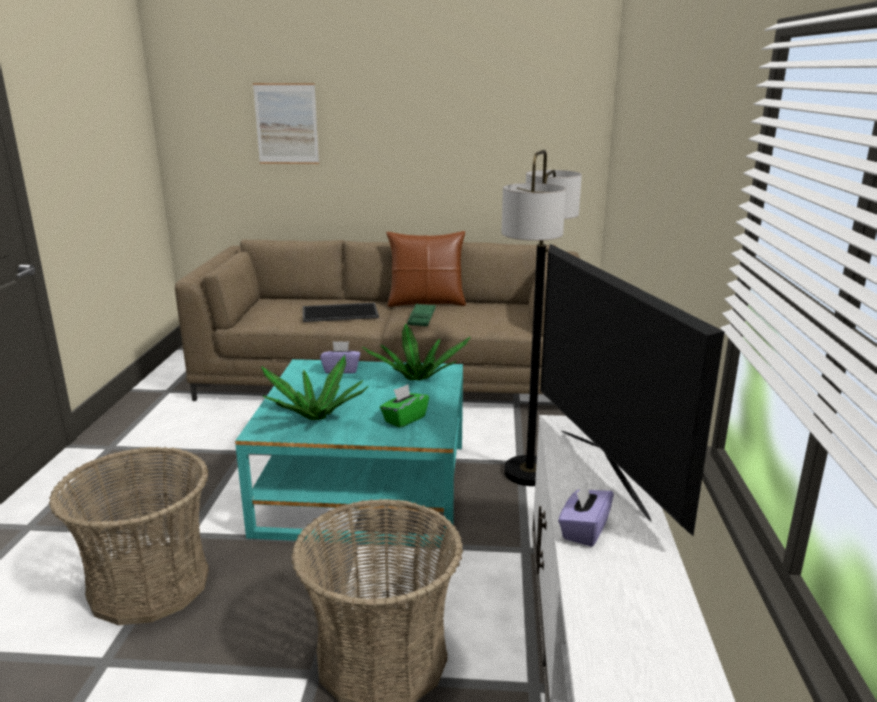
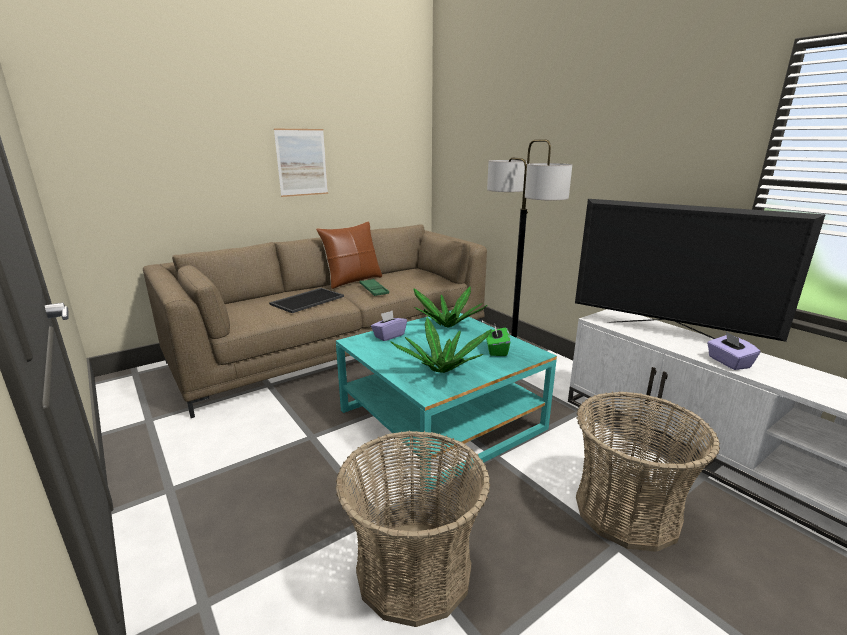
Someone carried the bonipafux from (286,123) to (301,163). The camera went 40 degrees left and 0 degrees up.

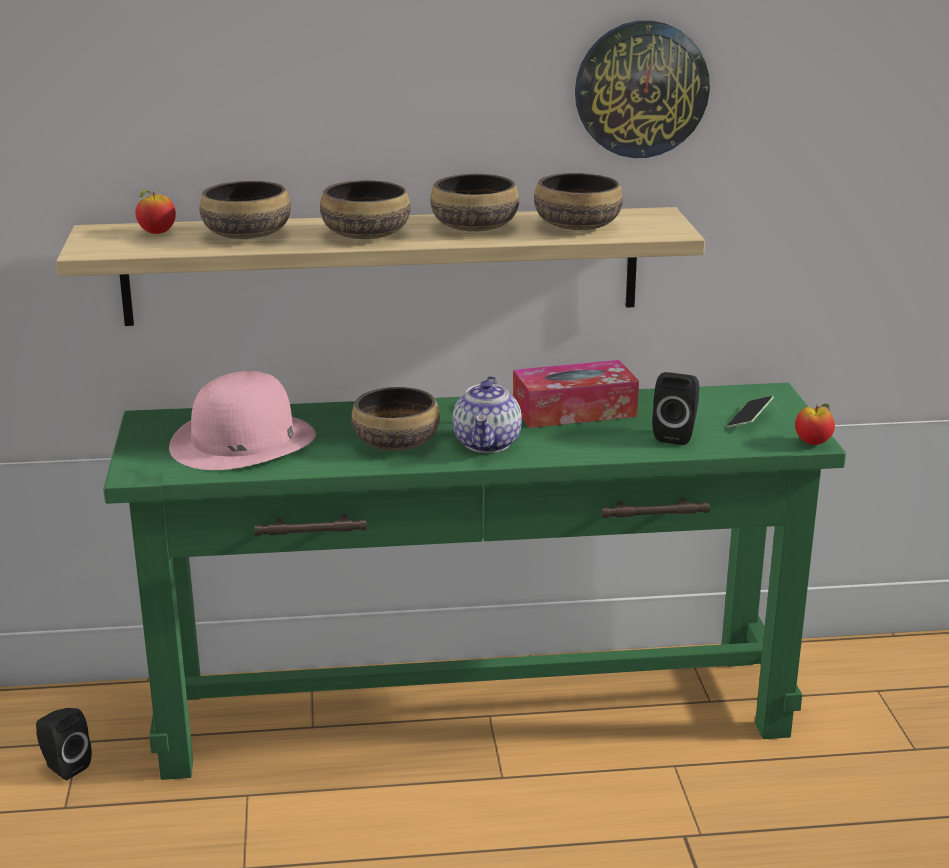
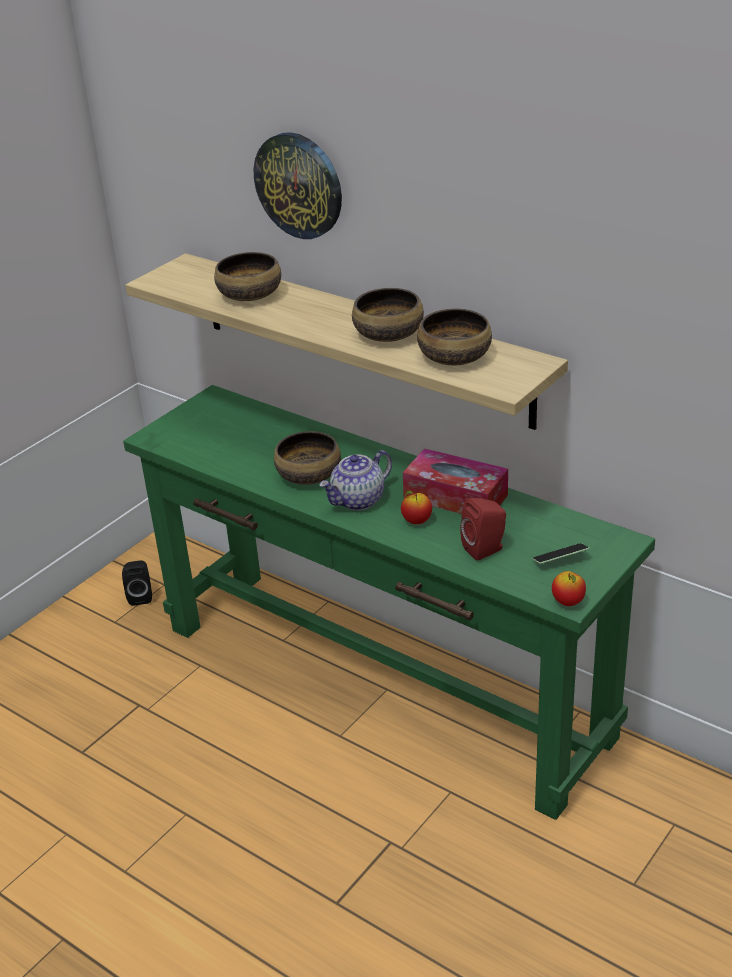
Someone carried the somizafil from (642,89) to (298,185). Someone took away the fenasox at (365,209). Someone carried the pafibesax from (155,211) to (416,507). Someone took away the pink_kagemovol at (242,420). Someone repainted the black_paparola at (675,408), which became the red_paparola at (483,529). The camera went 45 degrees right and 10 degrees up.

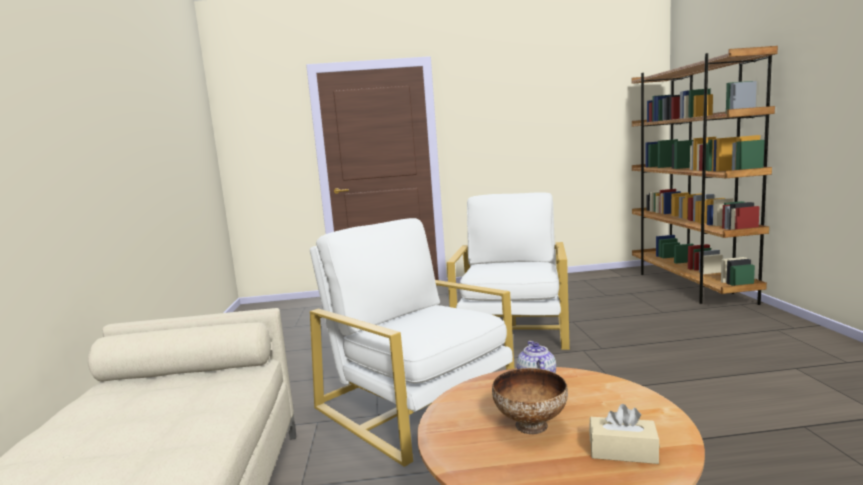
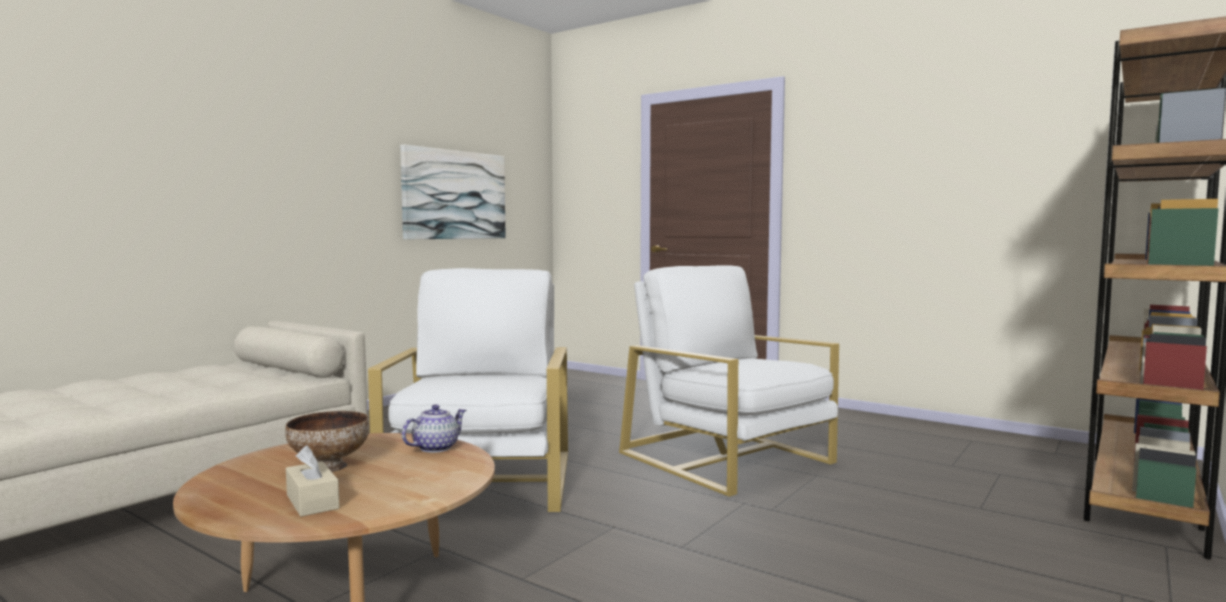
Someone rotated the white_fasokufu at (508,271) by 90 degrees counterclockwise. Someone put up the bonipafux at (453,192). The camera went 40 degrees right and 5 degrees down.

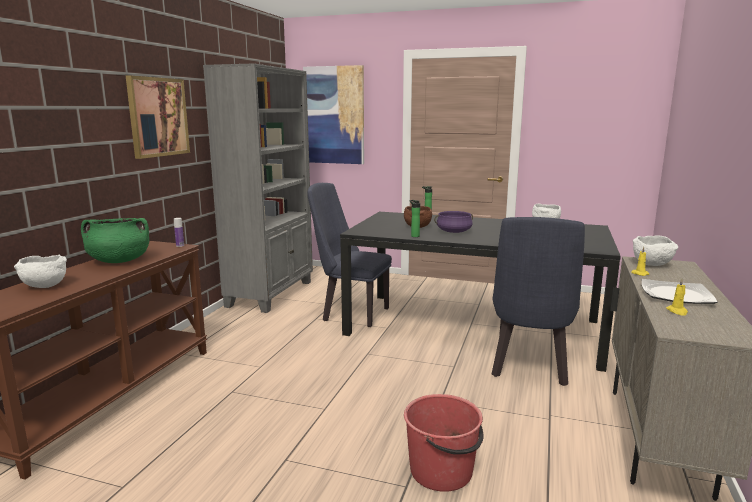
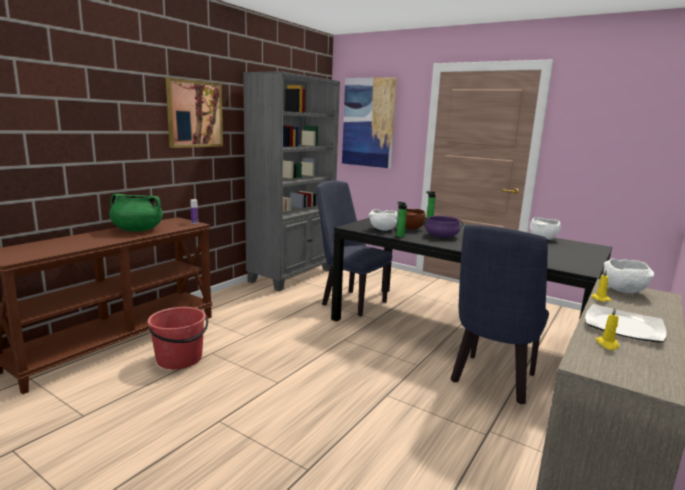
Someone carried the white_fenasox from (40,271) to (383,220). Someone carried the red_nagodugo from (443,443) to (177,338). The camera went 15 degrees right and 0 degrees up.

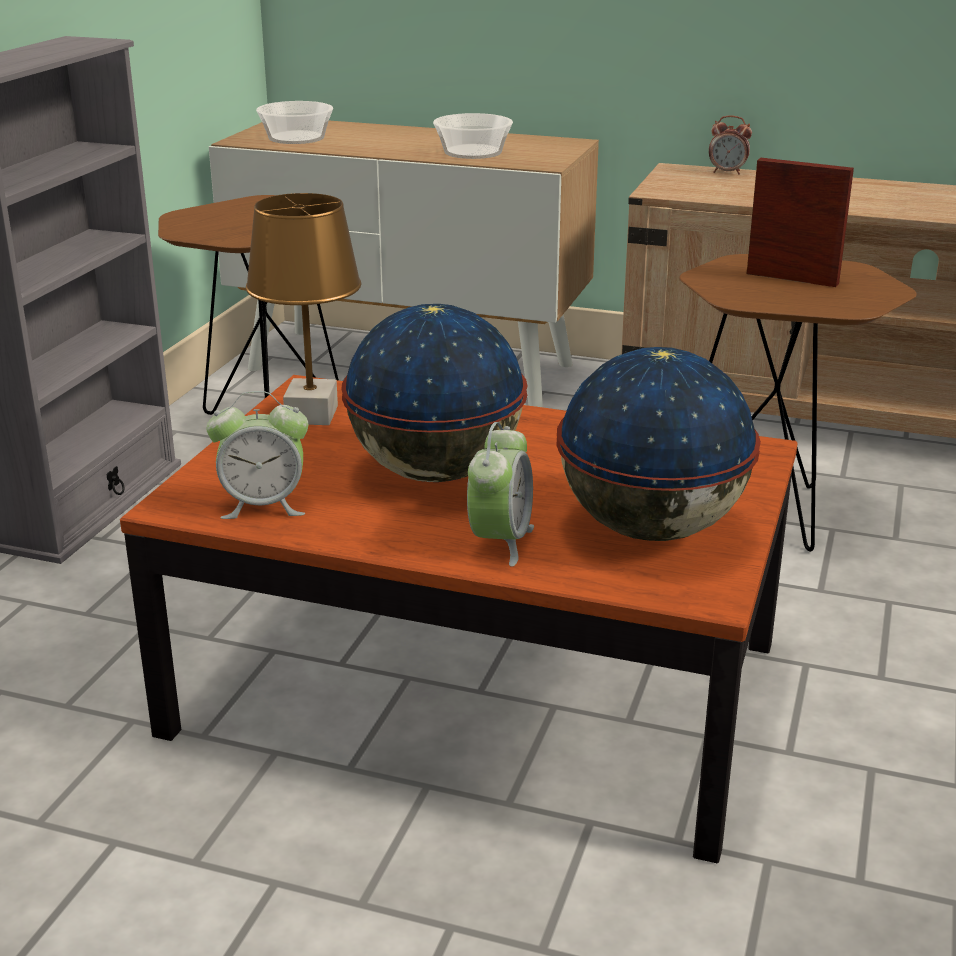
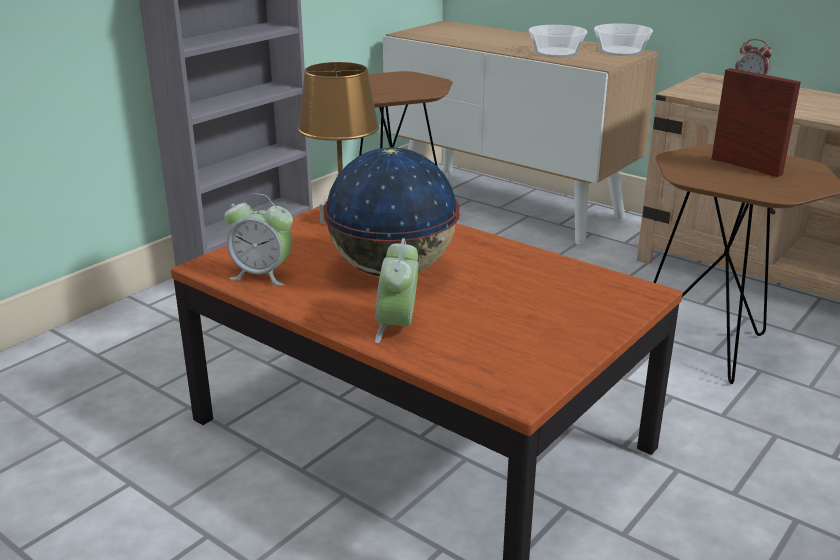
Someone carried the fenasox from (294,122) to (623,39). Someone took away the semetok at (658,444). Someone rotated the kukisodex at (500,494) by 150 degrees clockwise. The camera went 20 degrees right and 0 degrees up.

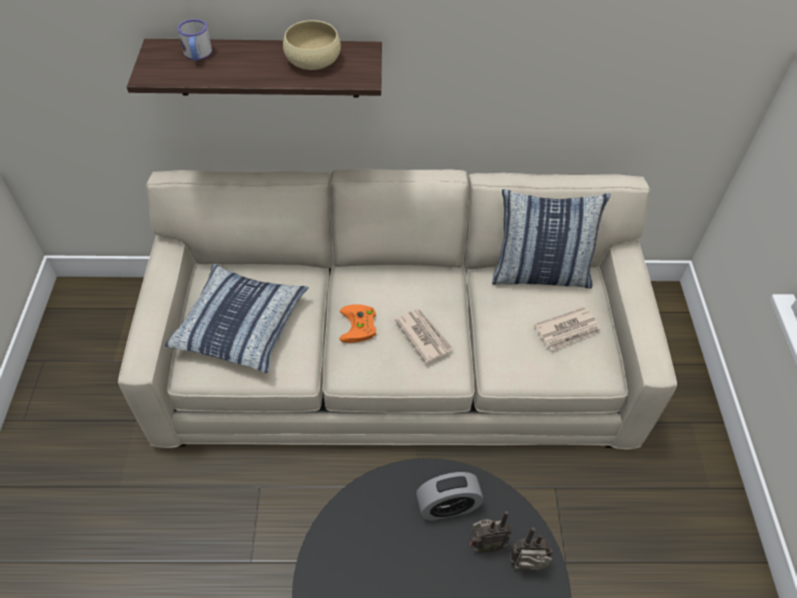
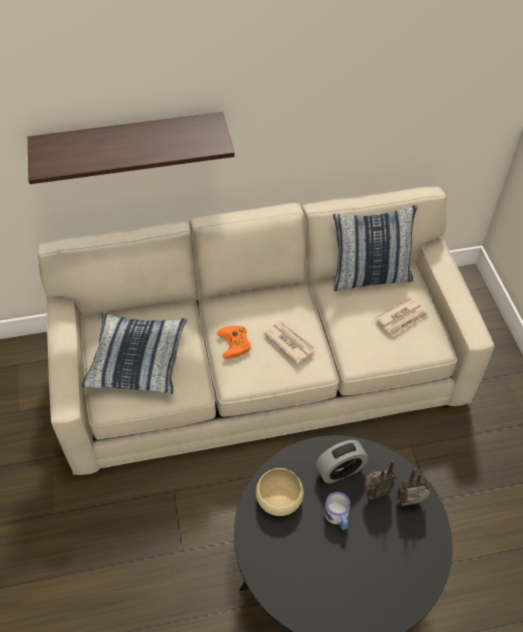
Someone carried the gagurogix from (195,40) to (337,511). Someone carried the beige_fenasox from (312,45) to (280,492). The camera went 10 degrees left and 0 degrees up.

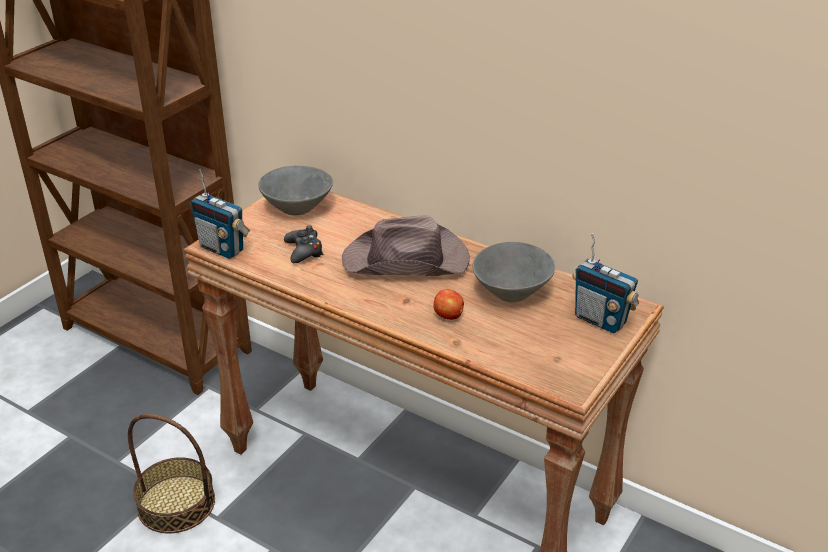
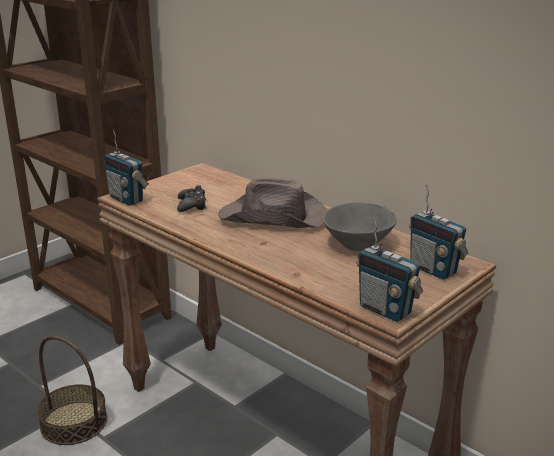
Someone took away the grey_fenasox at (295,190). Someone took away the pafibesax at (448,304). Someone put down the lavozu at (390,269). The camera went 10 degrees right and 10 degrees down.

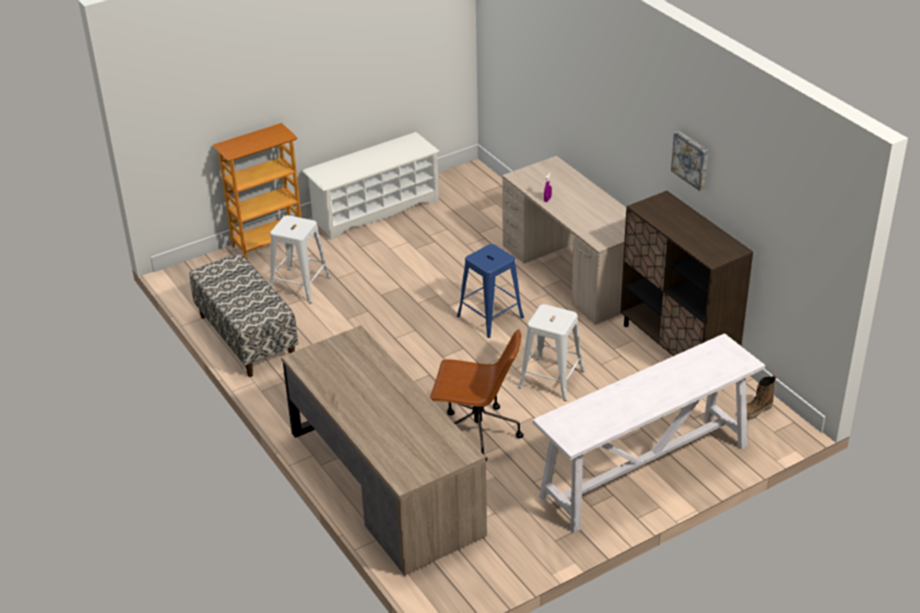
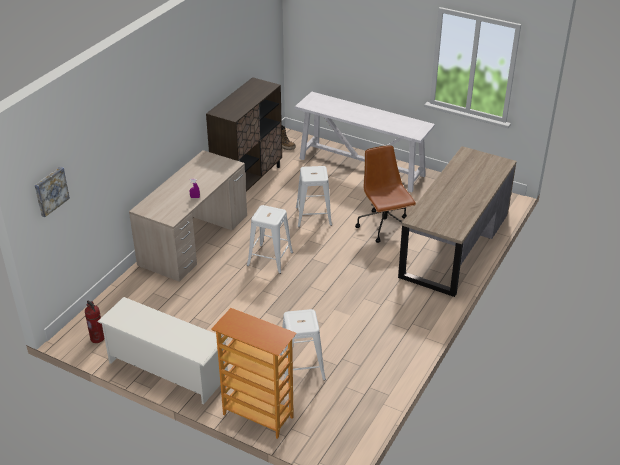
Someone carried the bonipafux from (689,161) to (52,192). Someone repainted the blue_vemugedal at (490,291), which became the white_vemugedal at (270,239). Someone took away the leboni at (244,315). Someone put down the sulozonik at (94,321). The camera went 120 degrees left and 0 degrees up.

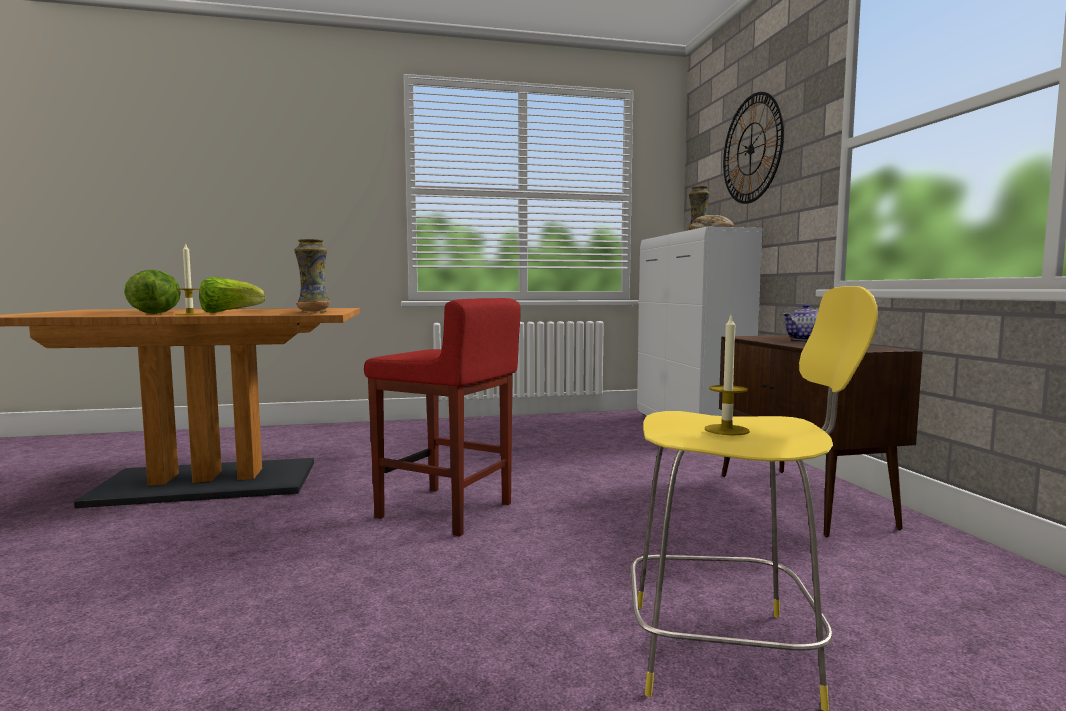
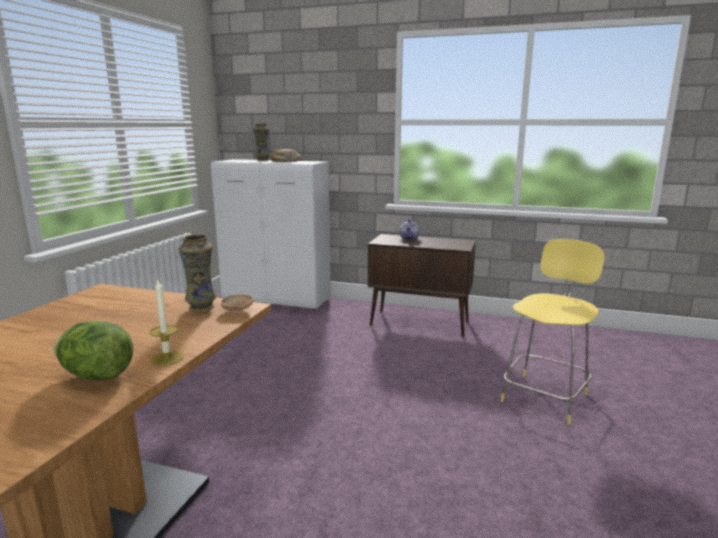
Someone took away the somizafil at (753,148). Someone took away the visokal at (232,295). Someone took away the red_vemugedal at (442,417). Someone took away the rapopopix at (727,375). The camera went 60 degrees left and 10 degrees up.

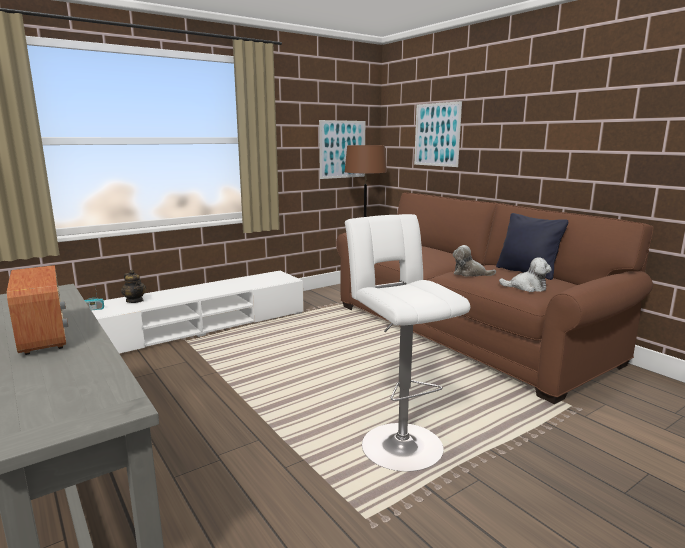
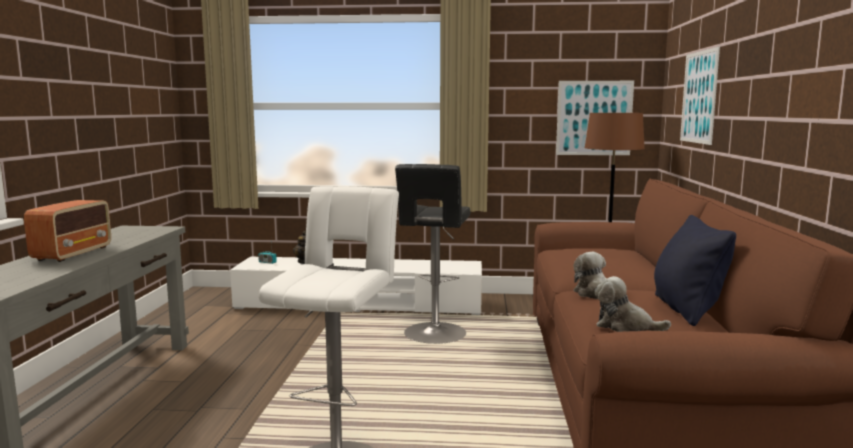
Someone rotated the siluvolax at (525,274) by 150 degrees clockwise. Someone put down the black_vemugedal at (433,254). The camera went 40 degrees right and 5 degrees down.

